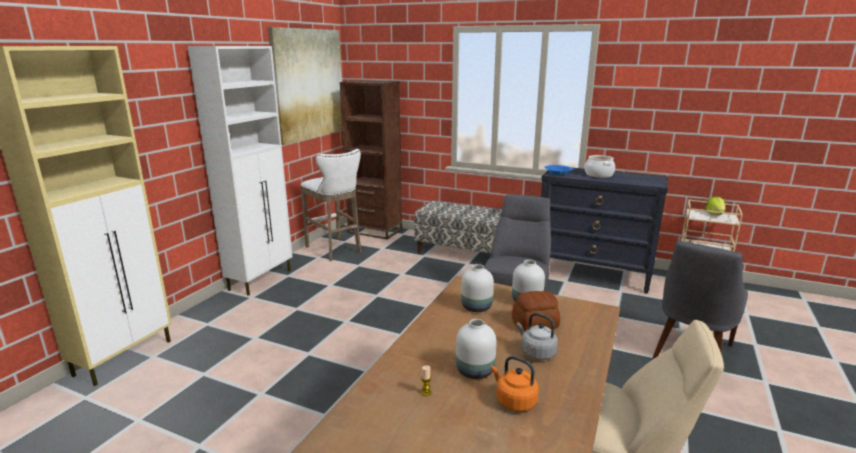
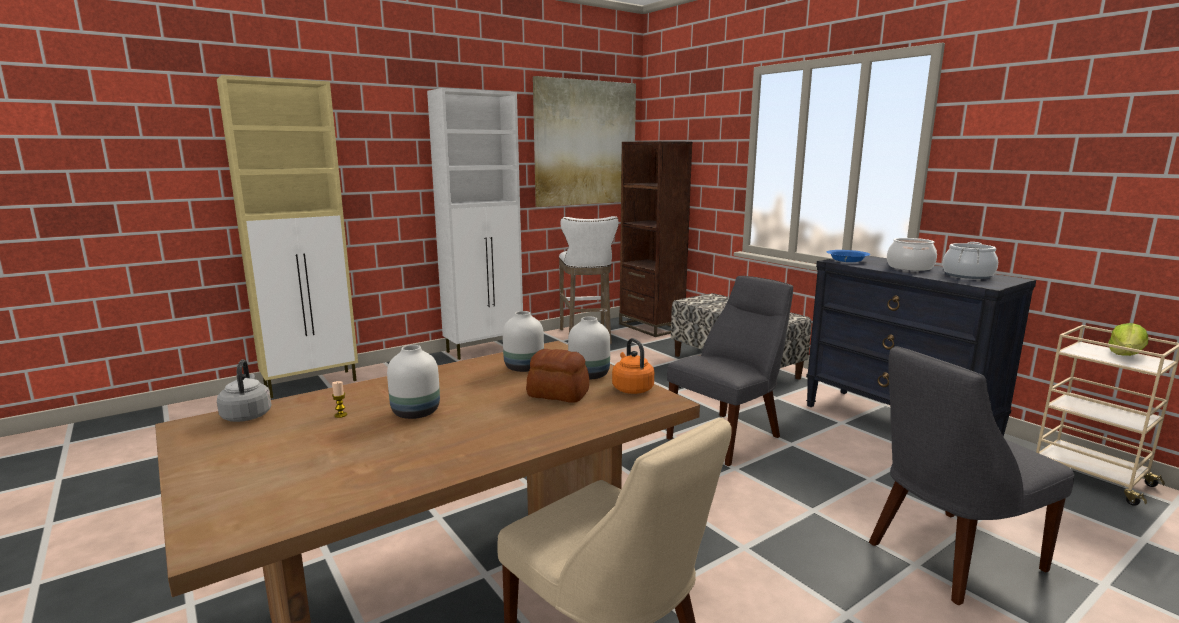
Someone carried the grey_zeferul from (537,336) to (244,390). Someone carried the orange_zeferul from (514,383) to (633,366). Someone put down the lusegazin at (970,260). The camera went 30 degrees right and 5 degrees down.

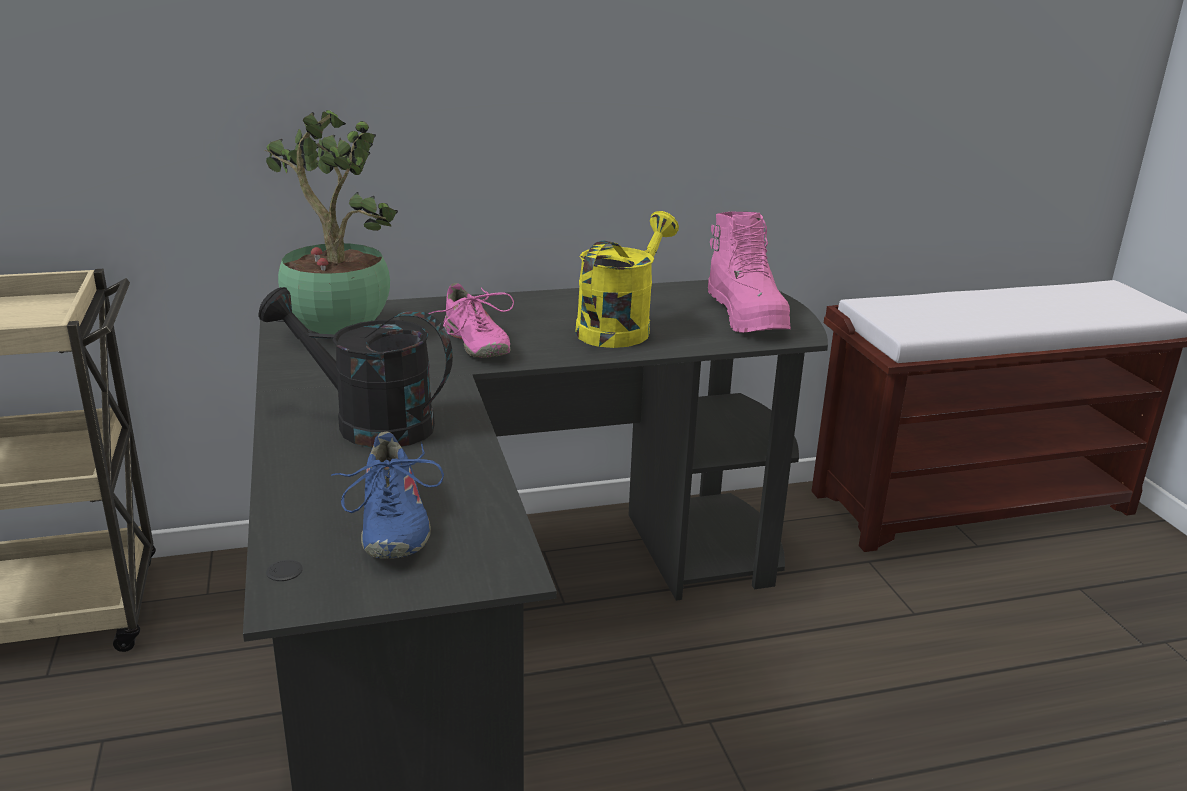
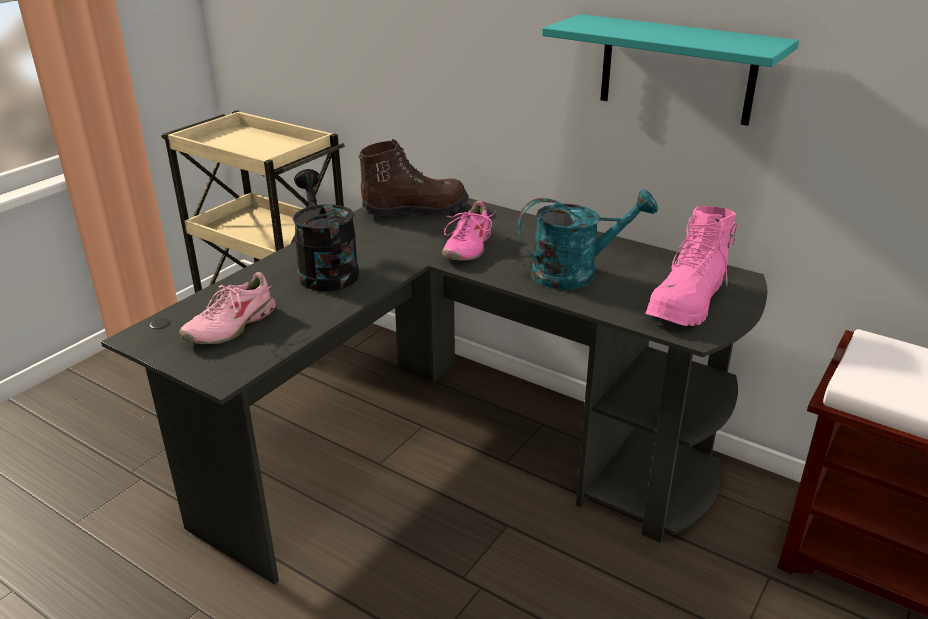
Someone swapped the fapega at (331,222) for the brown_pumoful at (414,178). Someone repainted the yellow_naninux at (627,279), which became the turquoise_naninux at (588,239). Someone repainted the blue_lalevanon at (387,495), which became the pink_lalevanon at (227,308). Someone put up the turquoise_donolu at (670,70). The camera went 50 degrees right and 5 degrees up.

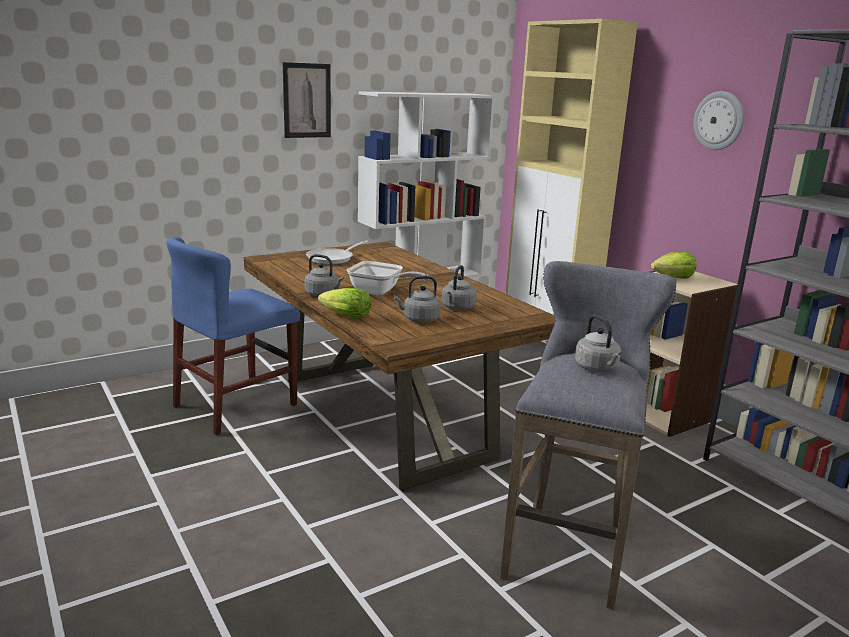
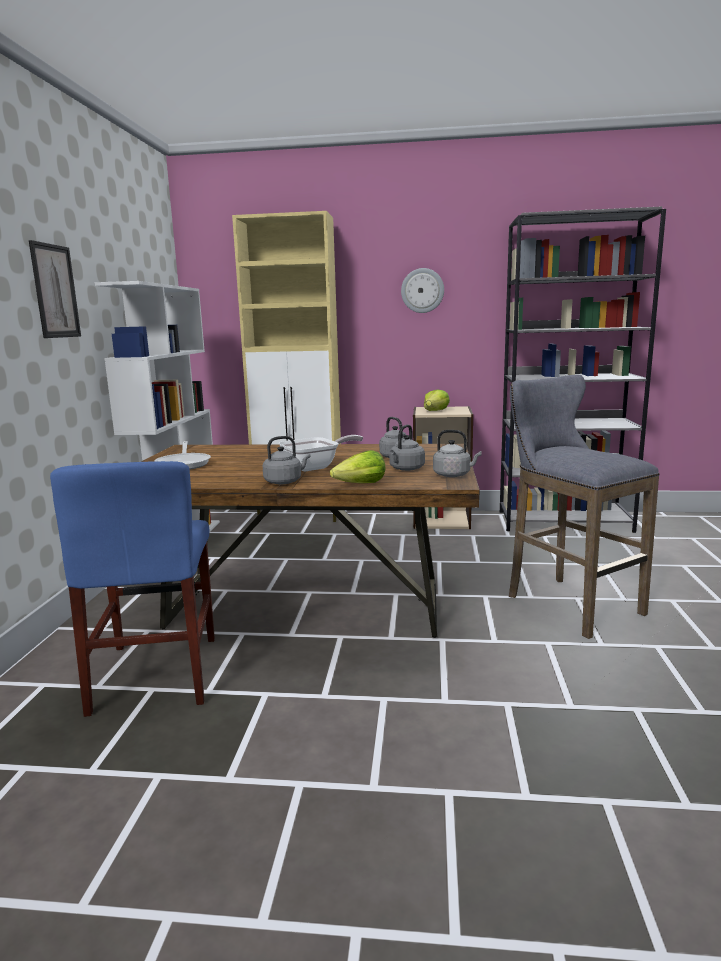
Someone carried the grey_zeferul from (598,343) to (457,453). The camera went 50 degrees left and 5 degrees down.

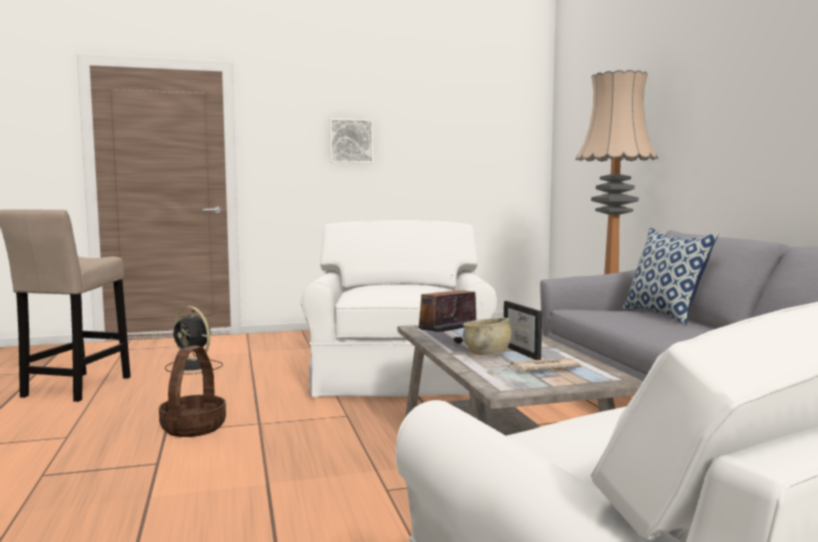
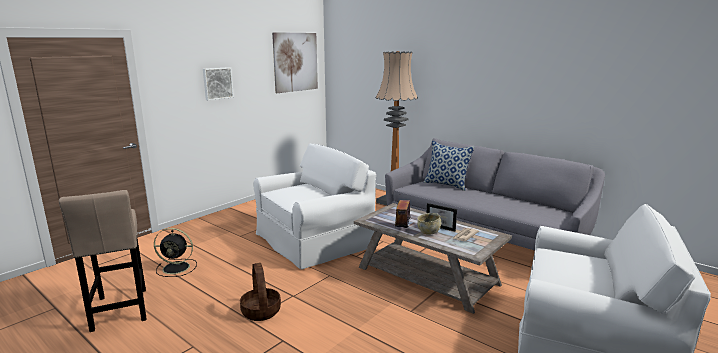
Someone rotated the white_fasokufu at (399,308) by 90 degrees clockwise. Someone put up the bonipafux at (295,62). The camera went 35 degrees left and 10 degrees up.

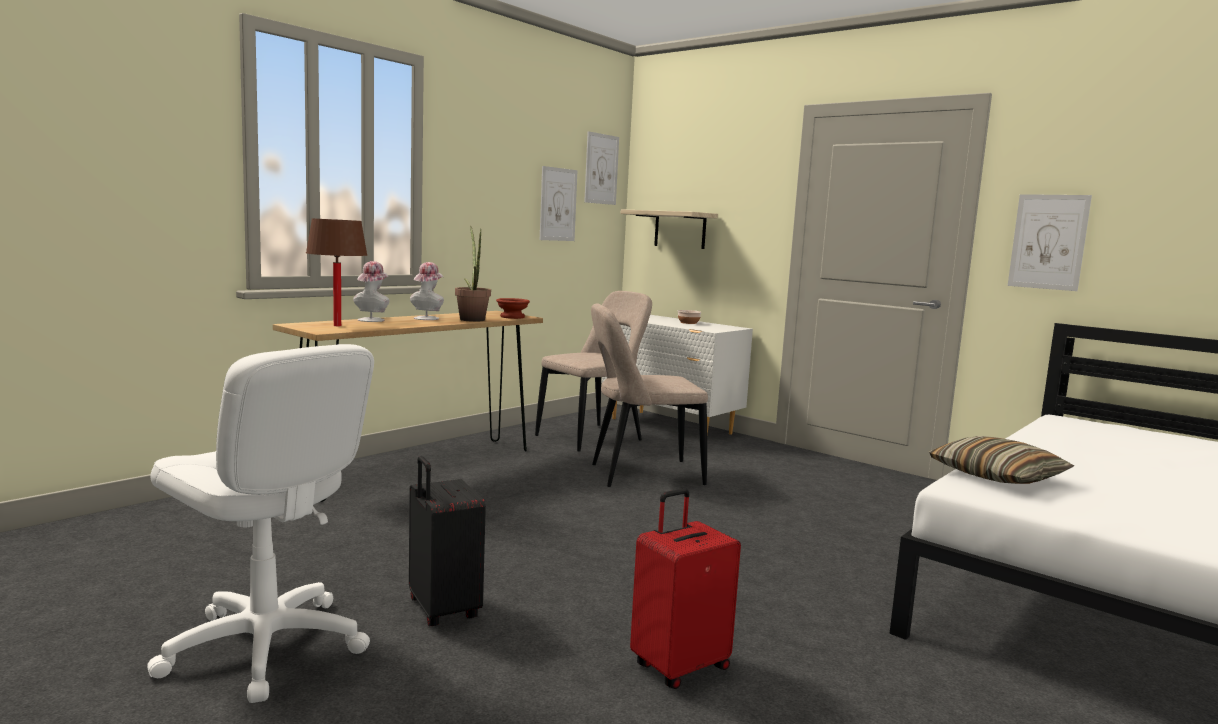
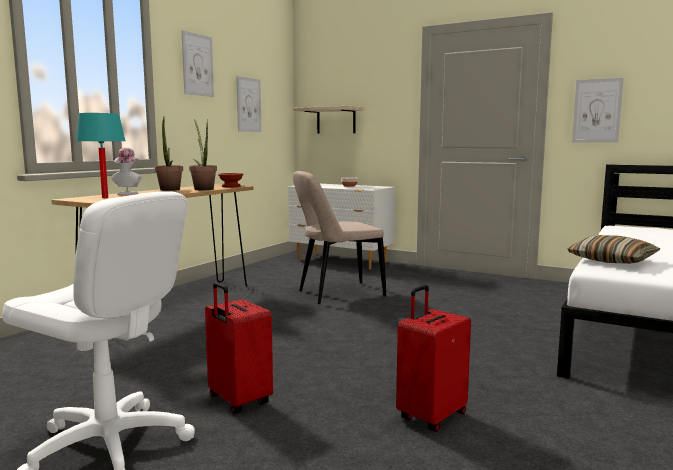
Someone carried the bonipafux from (601,168) to (198,63). Someone repainted the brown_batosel at (336,272), which became the turquoise_batosel at (100,155). Someone swapped the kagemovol at (427,291) for the fapega at (169,154). Someone took away the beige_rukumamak at (593,371). Someone repainted the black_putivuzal at (447,541), which became the red_putivuzal at (239,348). The camera went 10 degrees left and 0 degrees up.

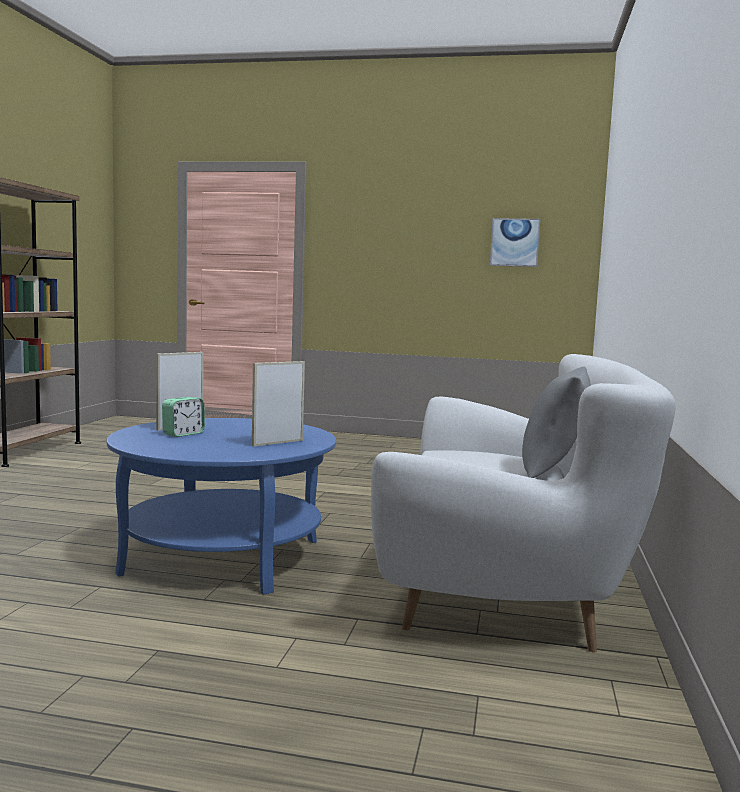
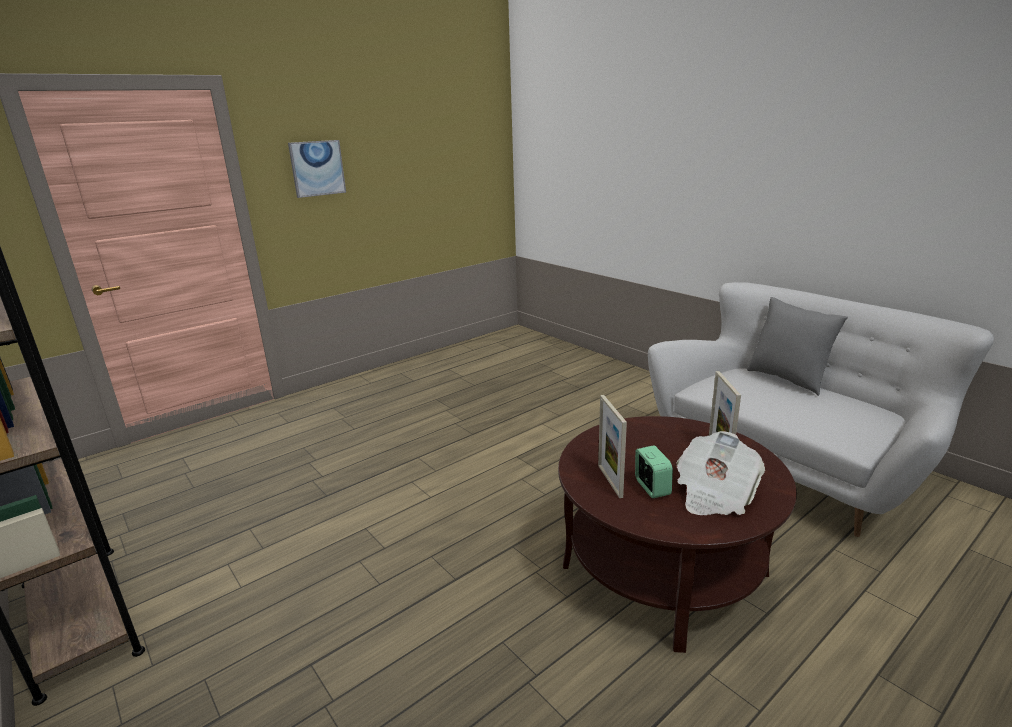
Someone carried the bonipafux from (515,242) to (317,169). Someone repainted the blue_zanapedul at (221,506), which became the brown_zanapedul at (677,534). Someone put down the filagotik at (720,473). The camera went 50 degrees left and 15 degrees up.

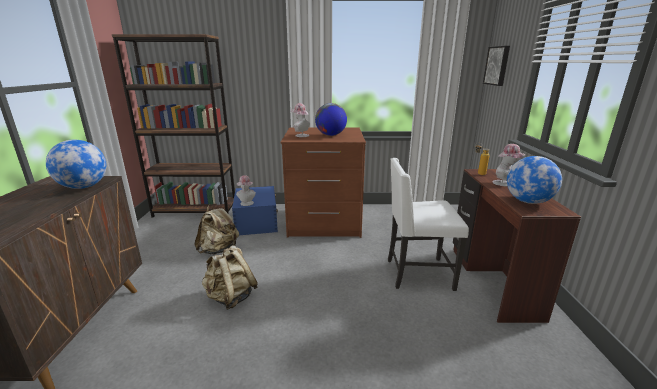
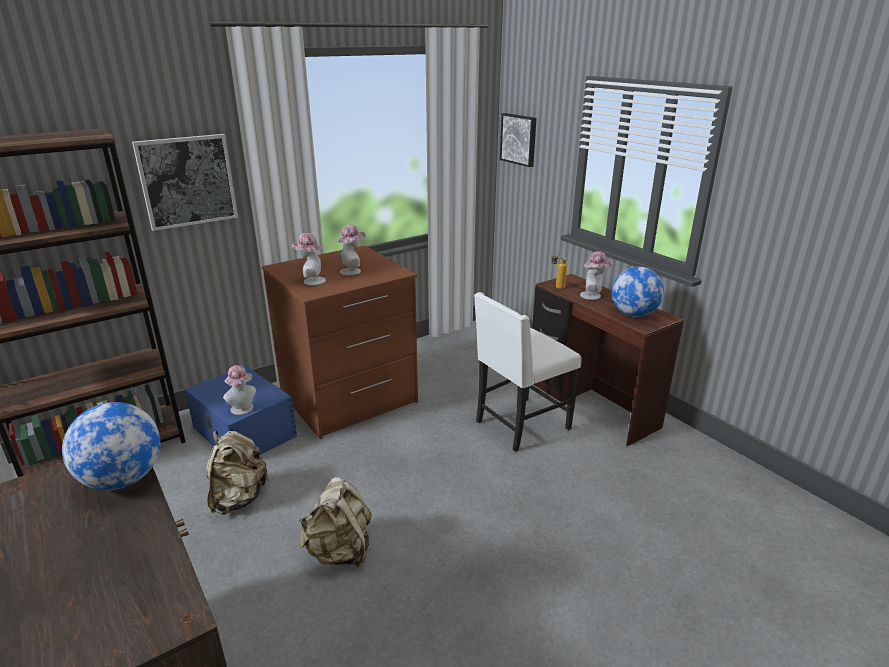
Someone swapped the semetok at (331,119) for the kagemovol at (352,249). Someone put up the bonipafux at (185,182). The camera went 35 degrees left and 5 degrees up.

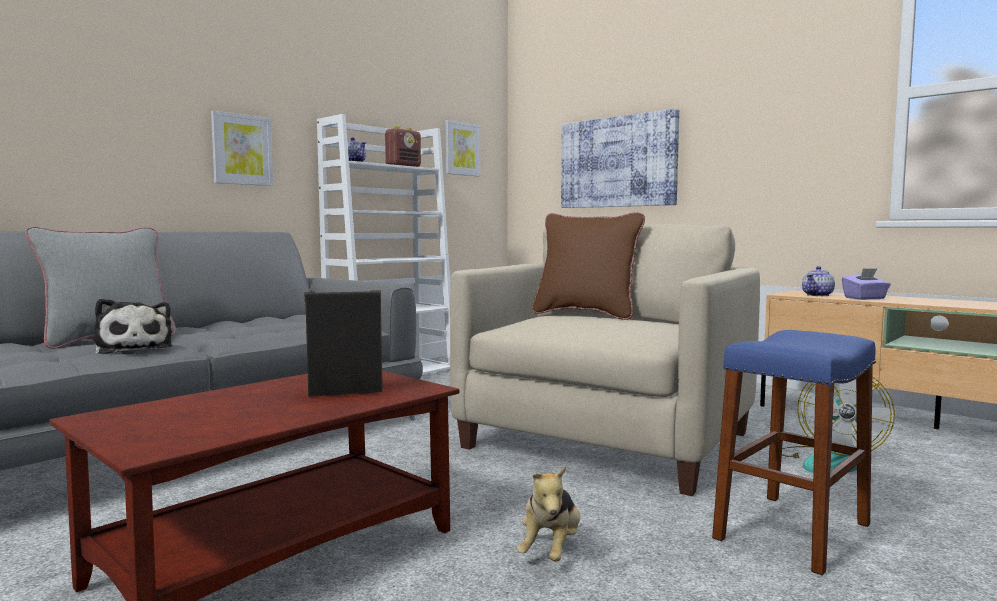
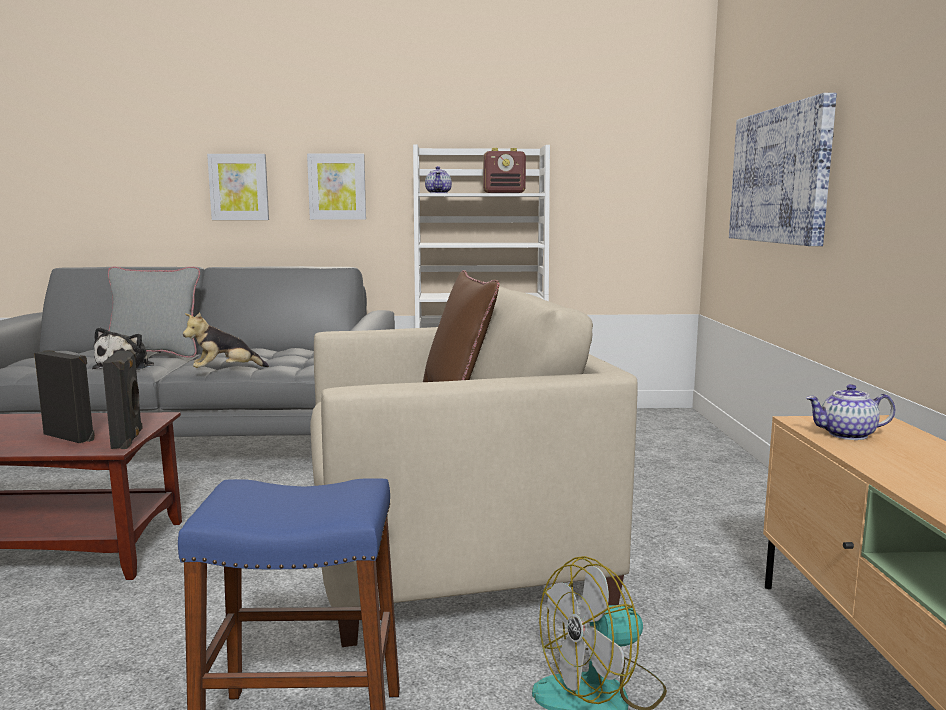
Someone carried the bonipafux from (462,148) to (238,187). Someone took away the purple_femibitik at (866,284). Someone carried the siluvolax from (548,514) to (226,340). Someone put down the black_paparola at (122,399). The camera went 45 degrees right and 5 degrees up.

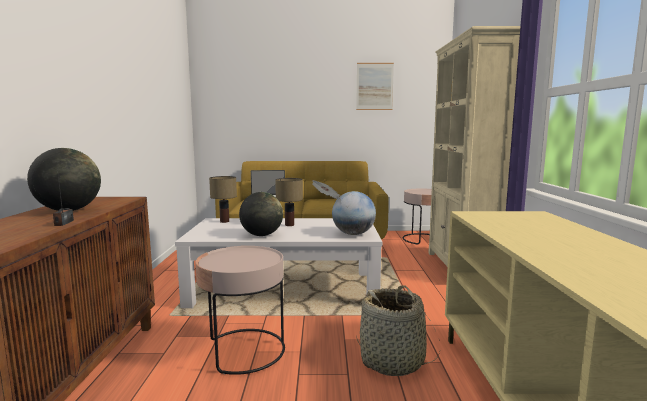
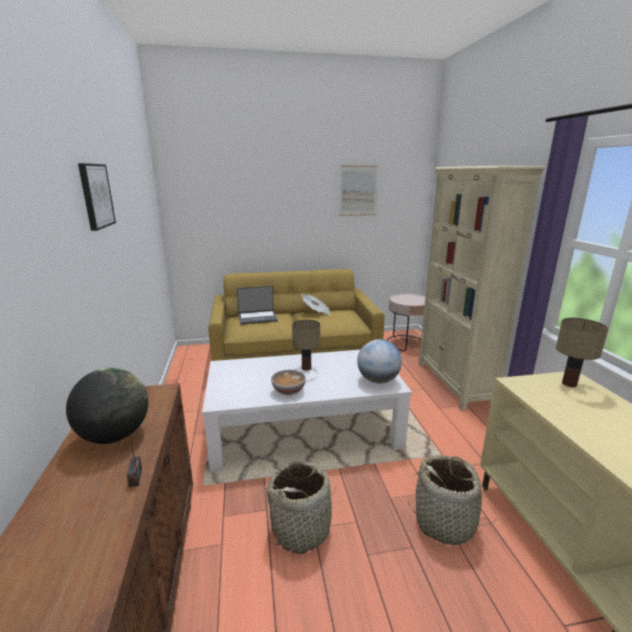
Someone carried the batosel from (223,199) to (582,352). Someone swapped the semetok at (261,214) for the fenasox at (288,382). Someone swapped the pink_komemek at (240,310) for the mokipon at (301,507). Someone put up the bonipafux at (97,197). The camera went 10 degrees left and 10 degrees up.

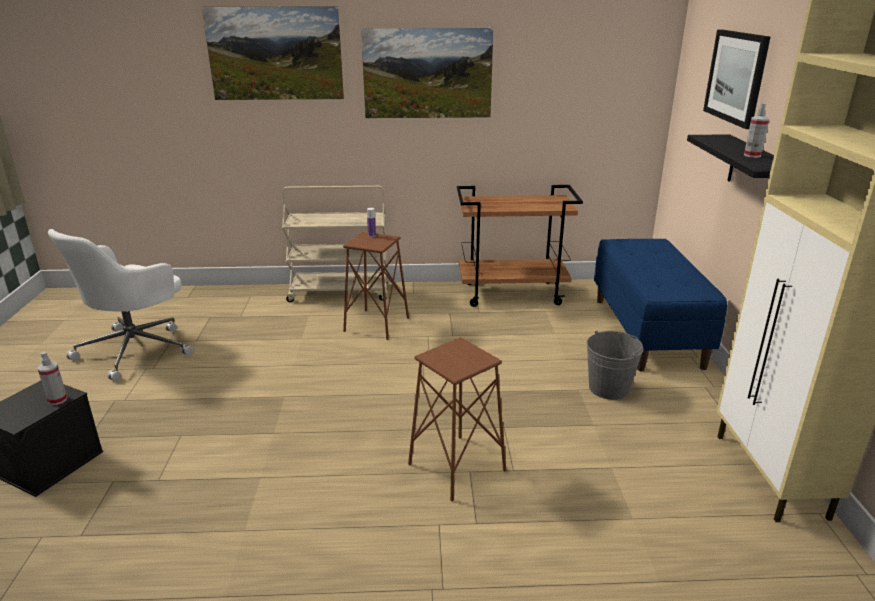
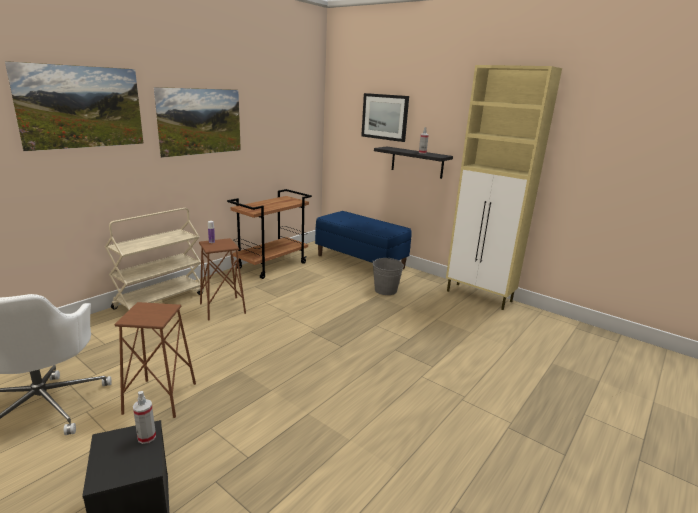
Someone carried the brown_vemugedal from (457,419) to (155,360). The camera went 50 degrees left and 5 degrees down.

